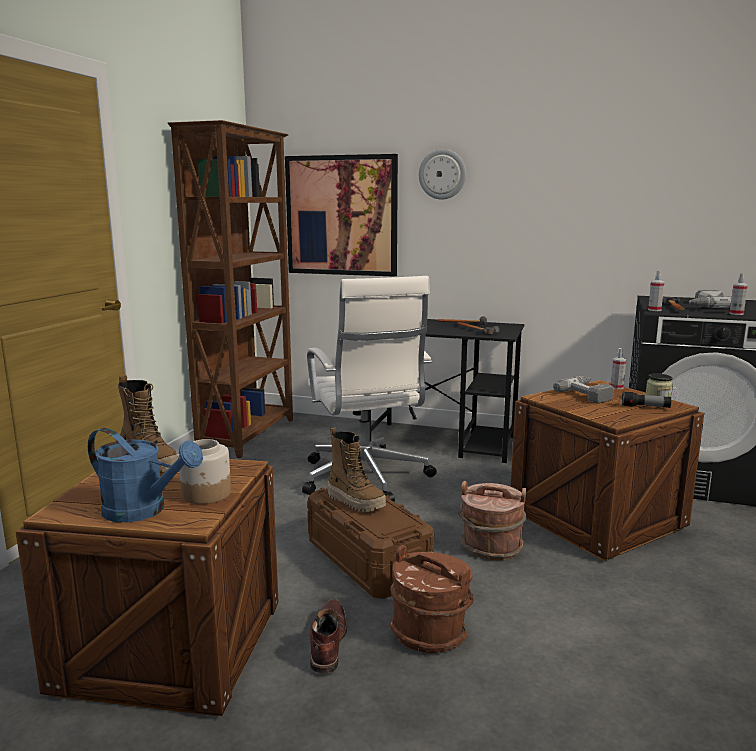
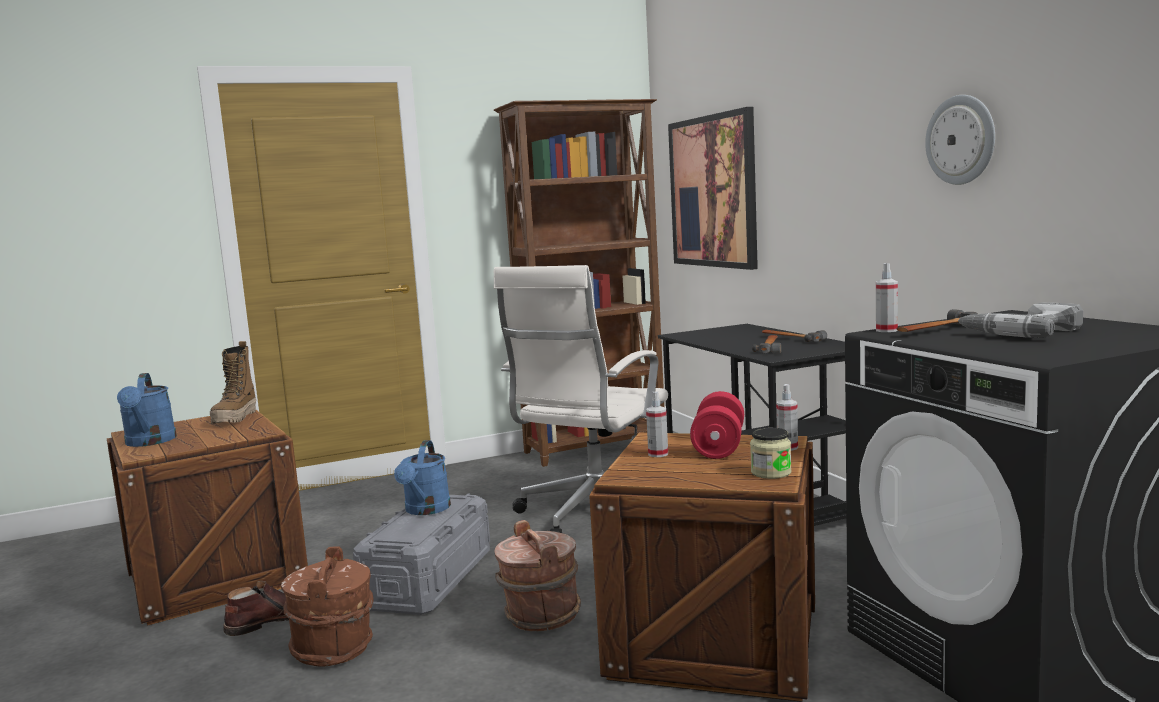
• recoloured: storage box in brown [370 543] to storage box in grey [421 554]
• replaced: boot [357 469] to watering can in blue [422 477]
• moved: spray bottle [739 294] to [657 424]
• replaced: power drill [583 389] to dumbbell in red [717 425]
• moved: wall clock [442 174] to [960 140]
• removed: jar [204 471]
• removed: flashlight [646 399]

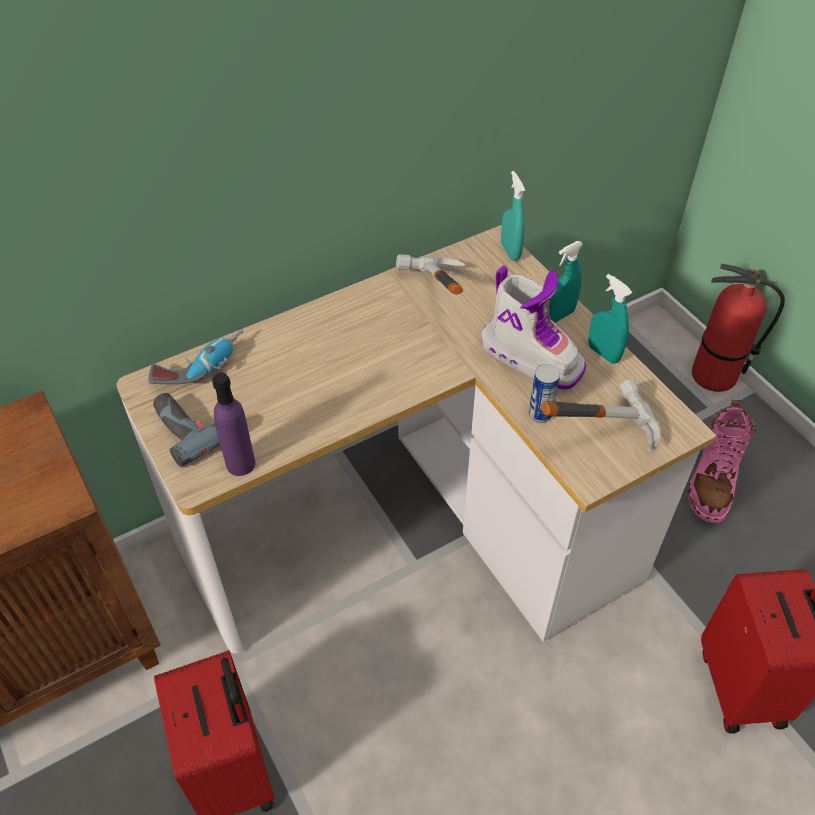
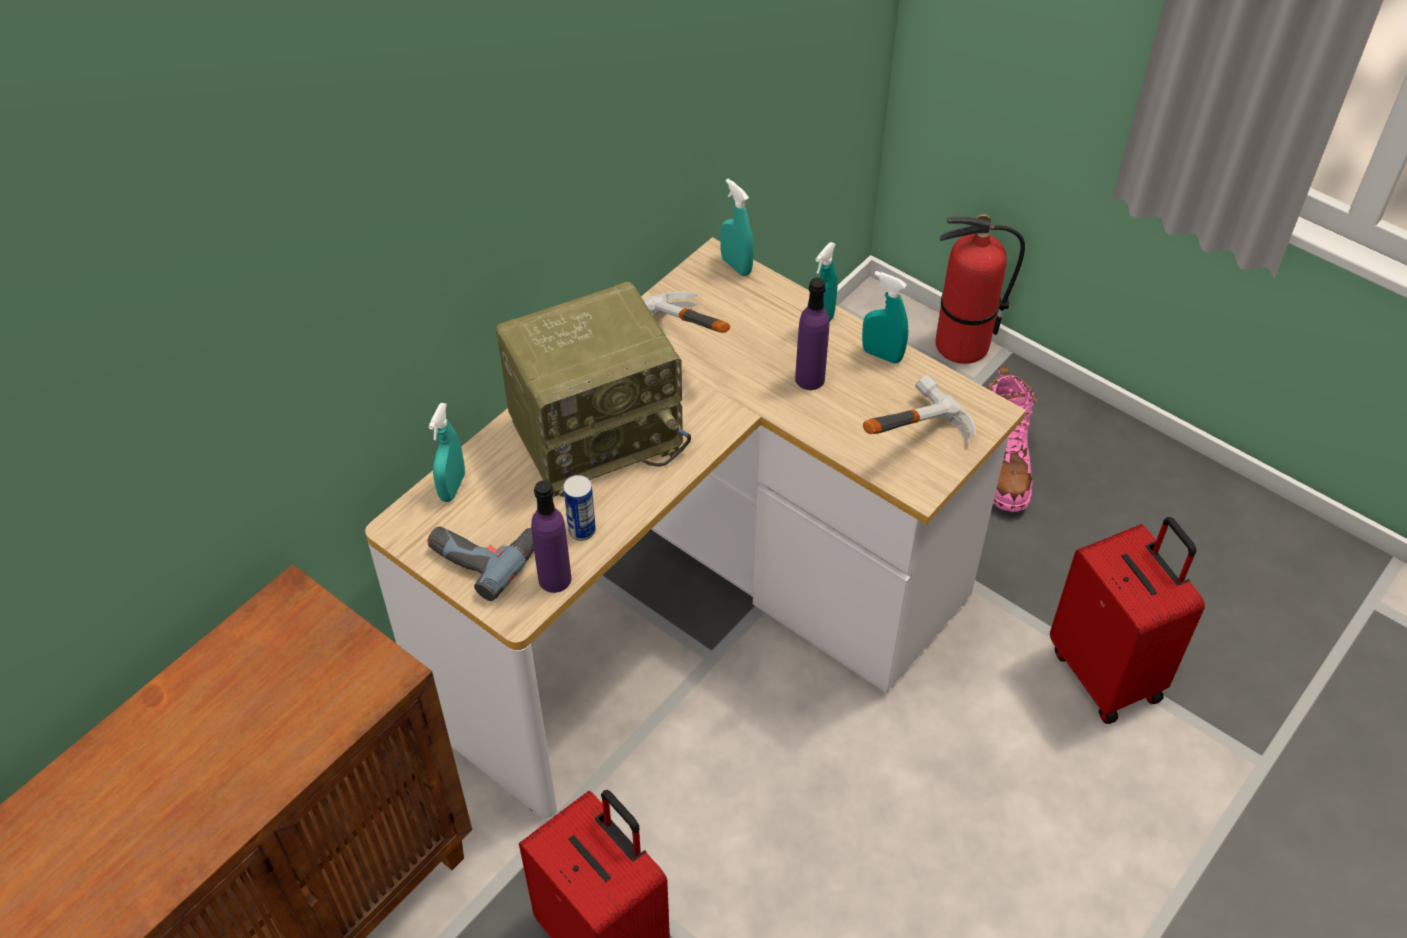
• replaced: power drill [195 356] to spray bottle in turquoise [446 452]
• added: radio [593 389]
• moved: can [544 393] to [579 508]
• replaced: boot [533 328] to bottle in purple [812 334]

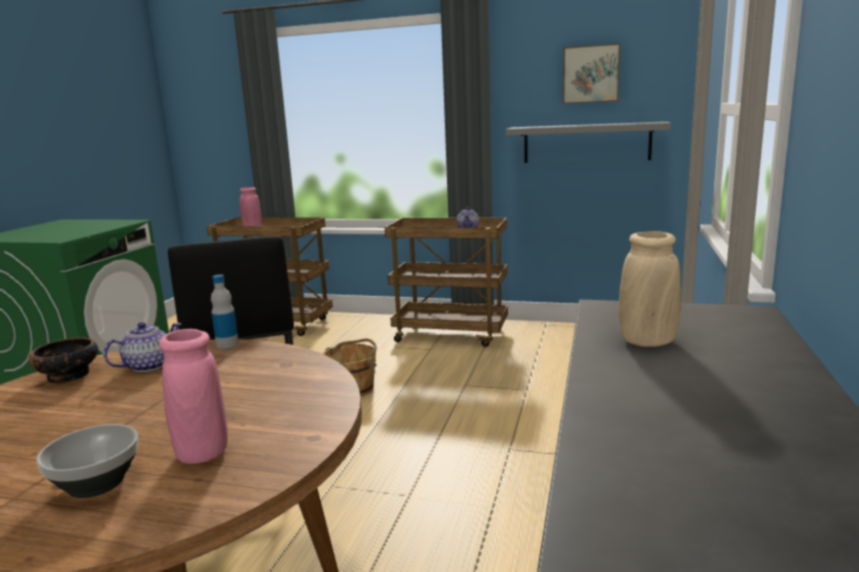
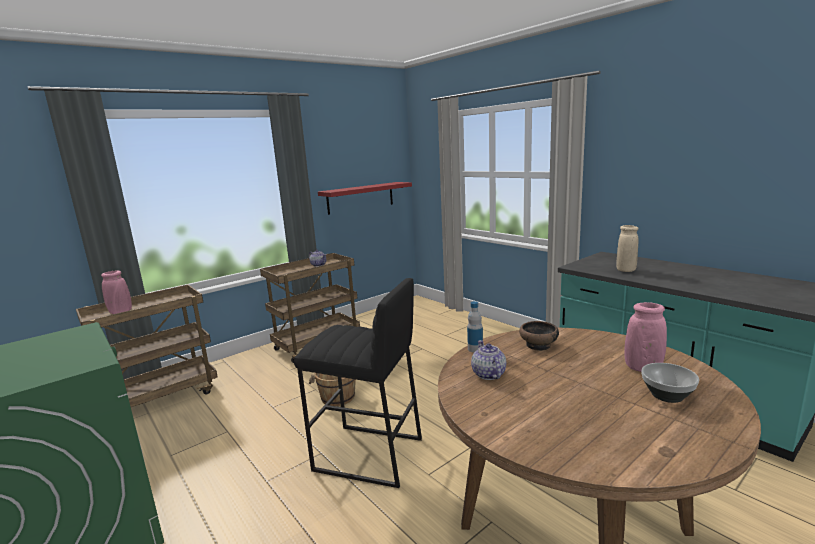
• recoloured: shelf in grey [588 142] to shelf in red [365 198]
• moved: bowl [63 360] to [539 336]
• removed: picture [591 73]

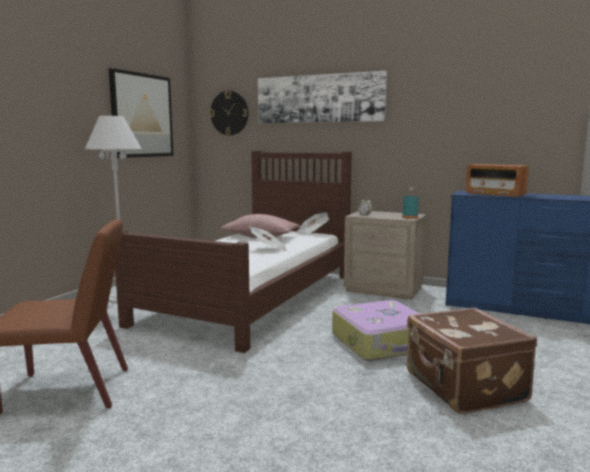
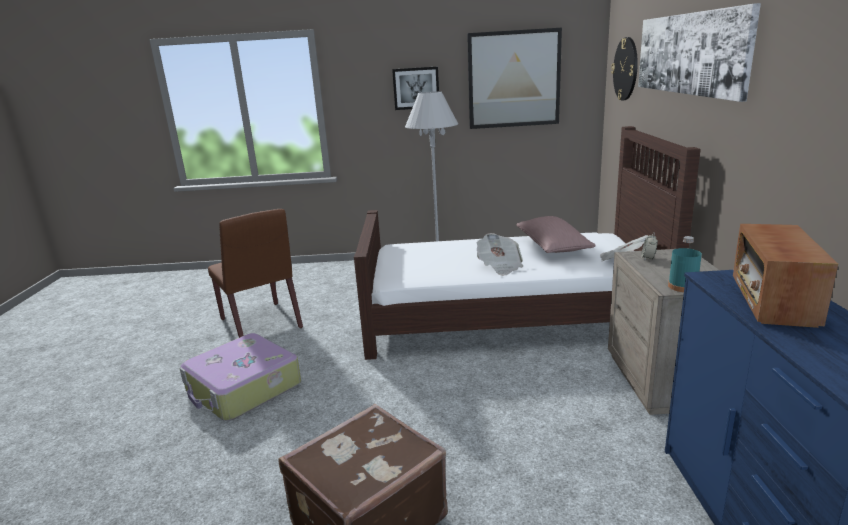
• moved: suitcase [376 330] to [240 377]
• added: picture [415 88]

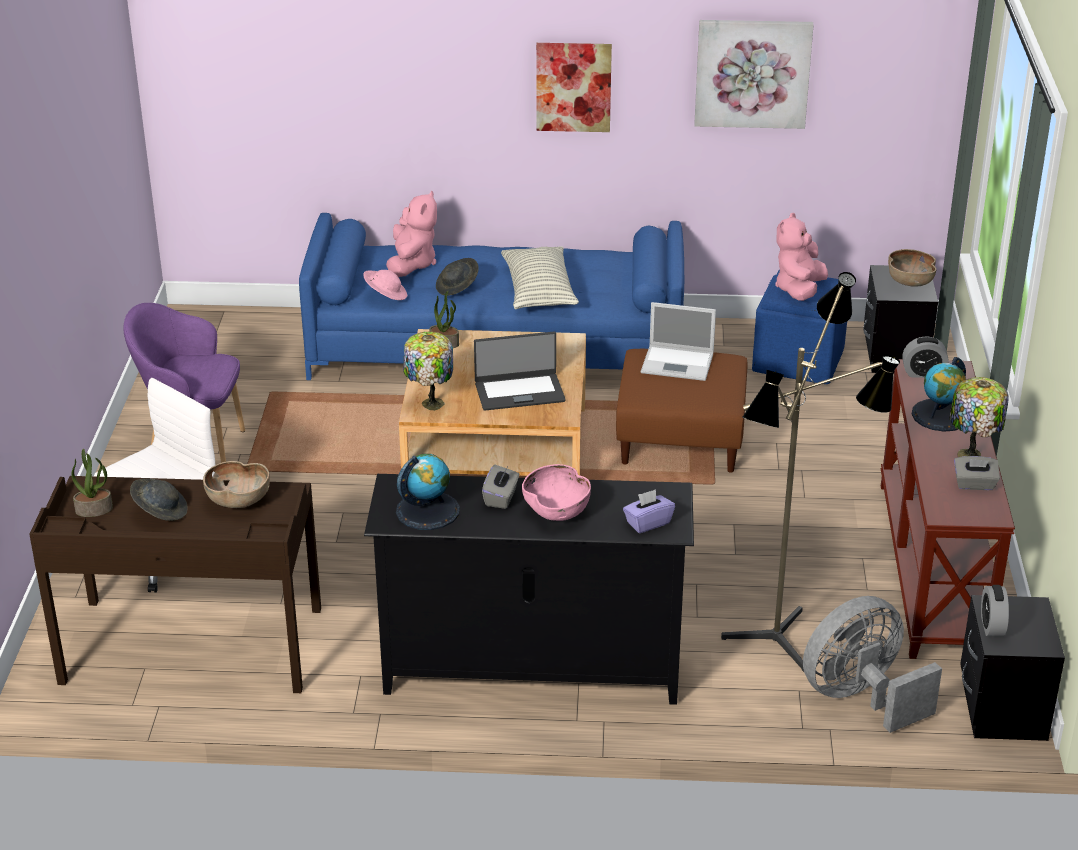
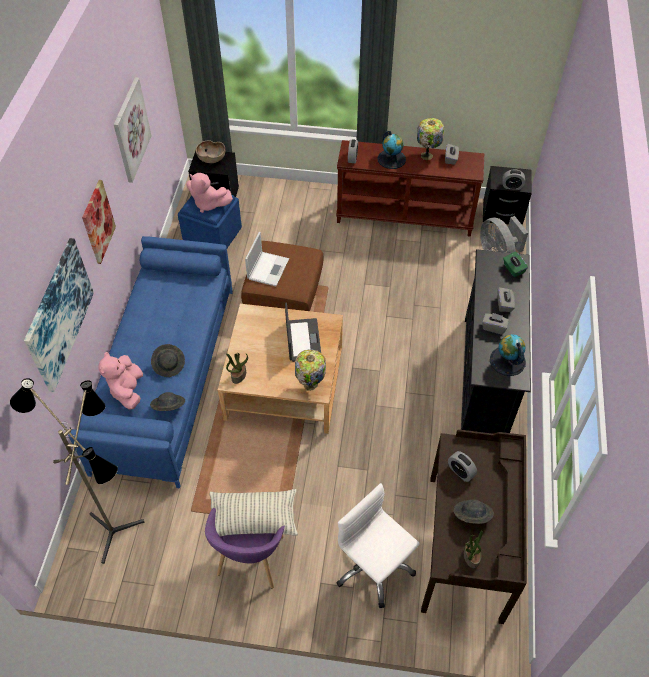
• moved: floor lamp [810 472] to [77 471]
• added: picture [59 315]
• turned: plush toy in pink [411 234] = [120 381] 105 degrees counterclockwise
• recoloured: hat in pink [385 285] to hat in grey [167 401]
• moved: pillow [540 277] to [254 512]
• replaced: bowl in brown [236 484] to alarm clock [462 466]
• replaced: bowl in pink [556 492] to tissue box in grey [506 299]
• recoloured: tissue box in purple [649 511] to tissue box in green [515 264]

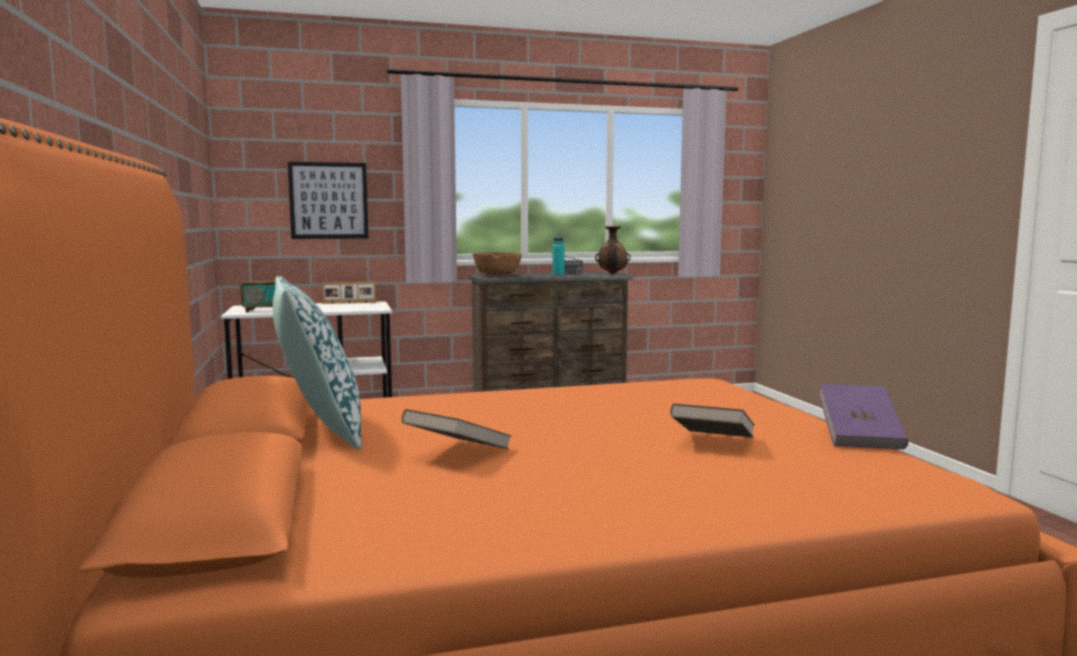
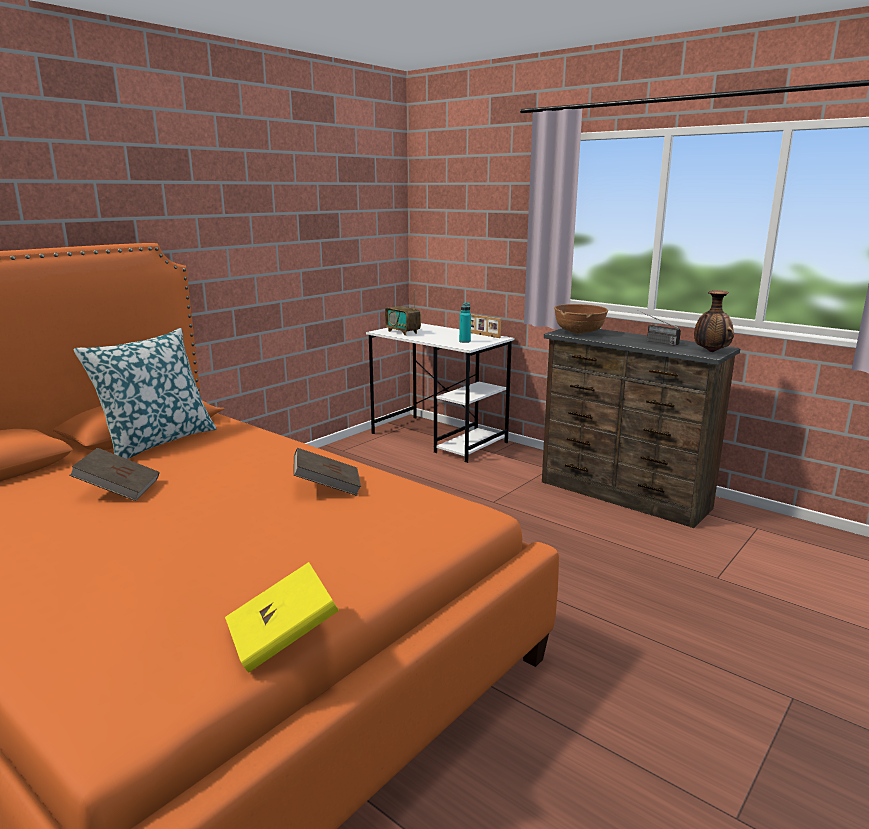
• recoloured: book in purple [863 416] to book in yellow [282 617]
• moved: book in brown [712 421] to [327 472]
• moved: bottle in turquoise [558 255] to [465 323]
• removed: picture [328 200]

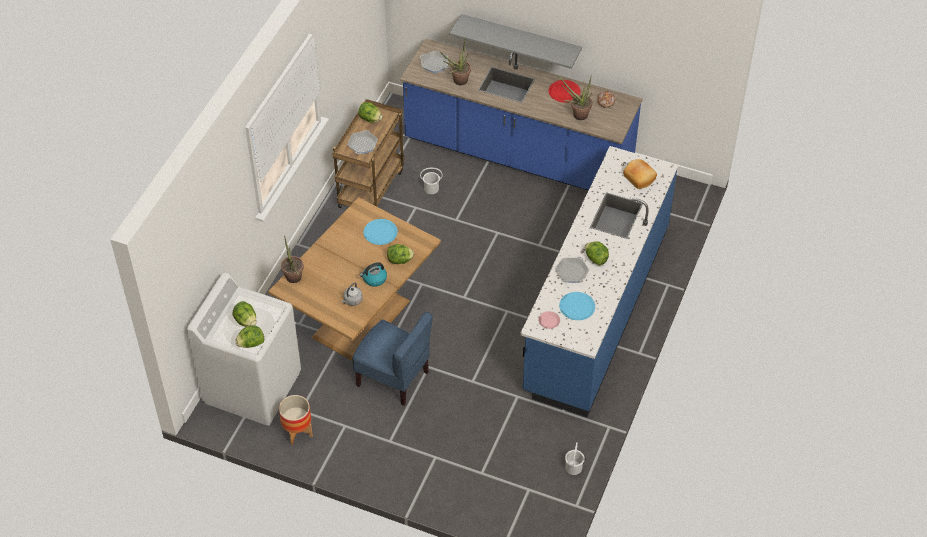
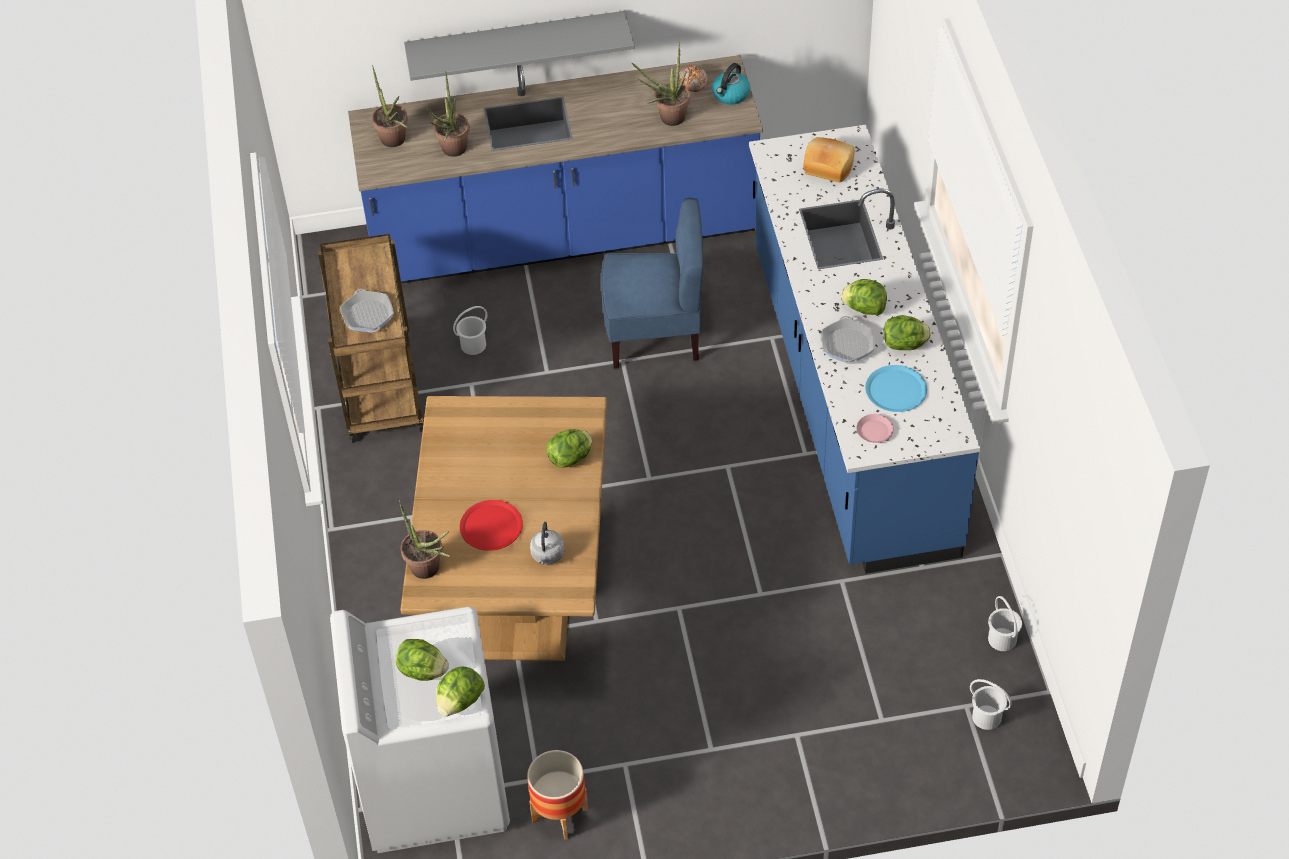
• replaced: frying pan [435 62] to potted plant [390 106]
• moved: plate in red [565 91] to [491 525]
• moved: chair in blue [392 359] to [652 283]
• moved: kettle [373 274] to [731 84]
• moved: lettuce [370 112] to [907 332]
• added: bucket in white [991 704]
• removed: plate in blue [380 232]

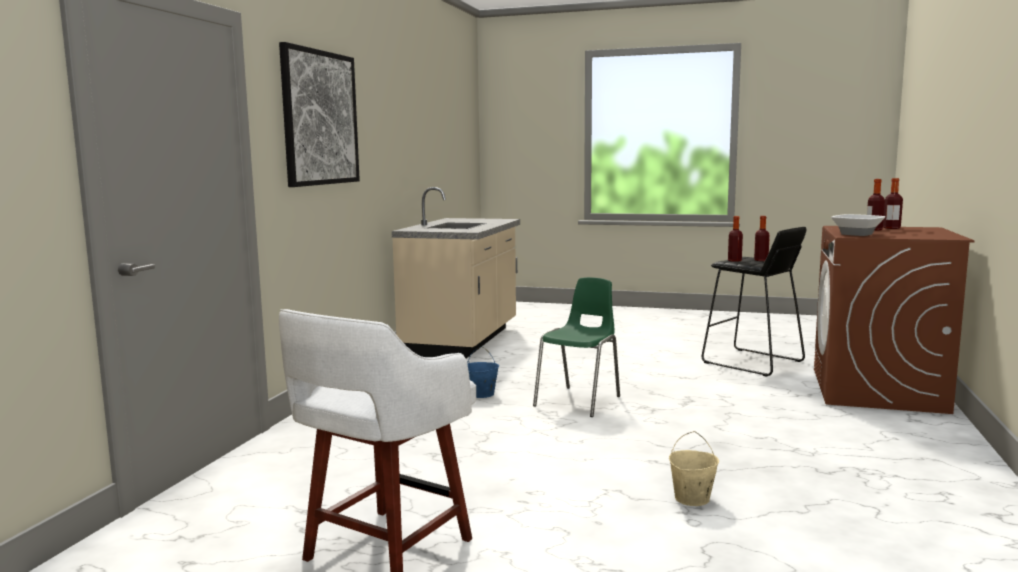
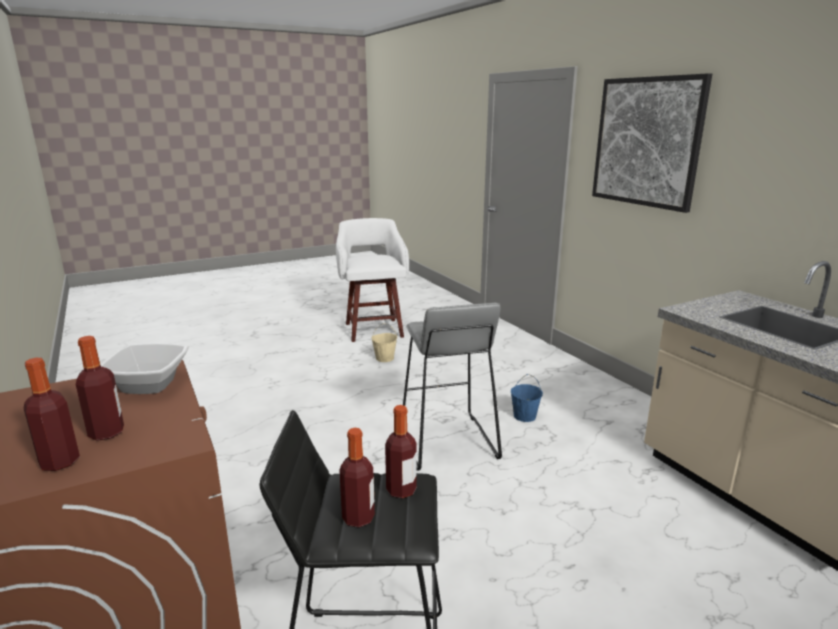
• moved: bucket in beige [694 468] to [384 342]
• replaced: chair in green [576 347] to stool in grey [452 387]

